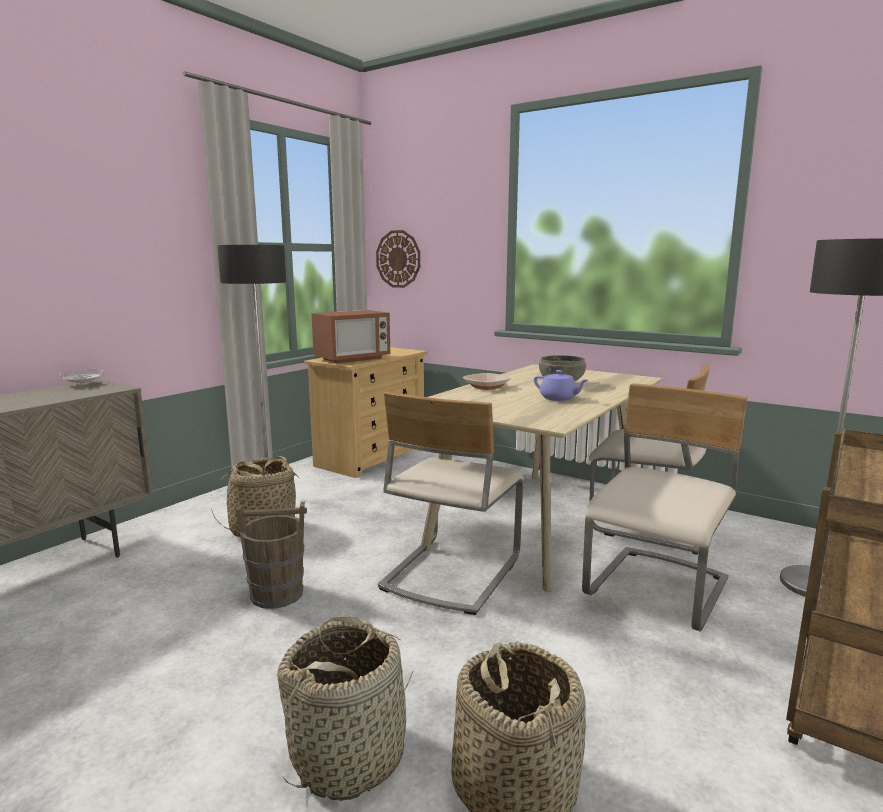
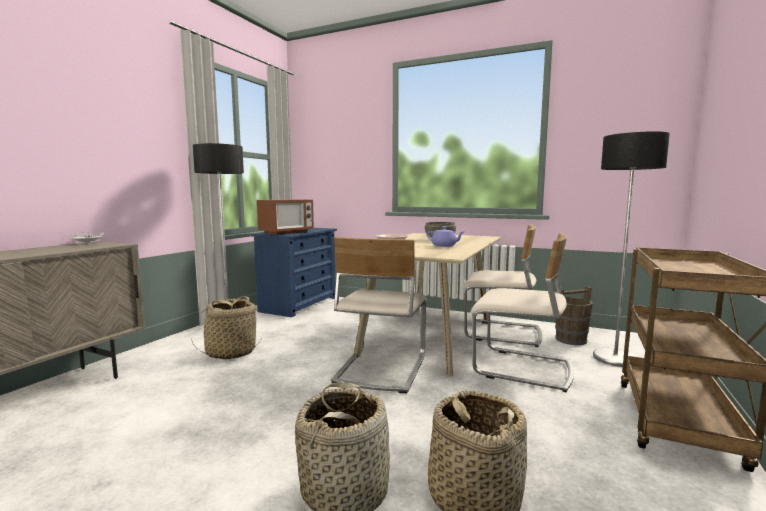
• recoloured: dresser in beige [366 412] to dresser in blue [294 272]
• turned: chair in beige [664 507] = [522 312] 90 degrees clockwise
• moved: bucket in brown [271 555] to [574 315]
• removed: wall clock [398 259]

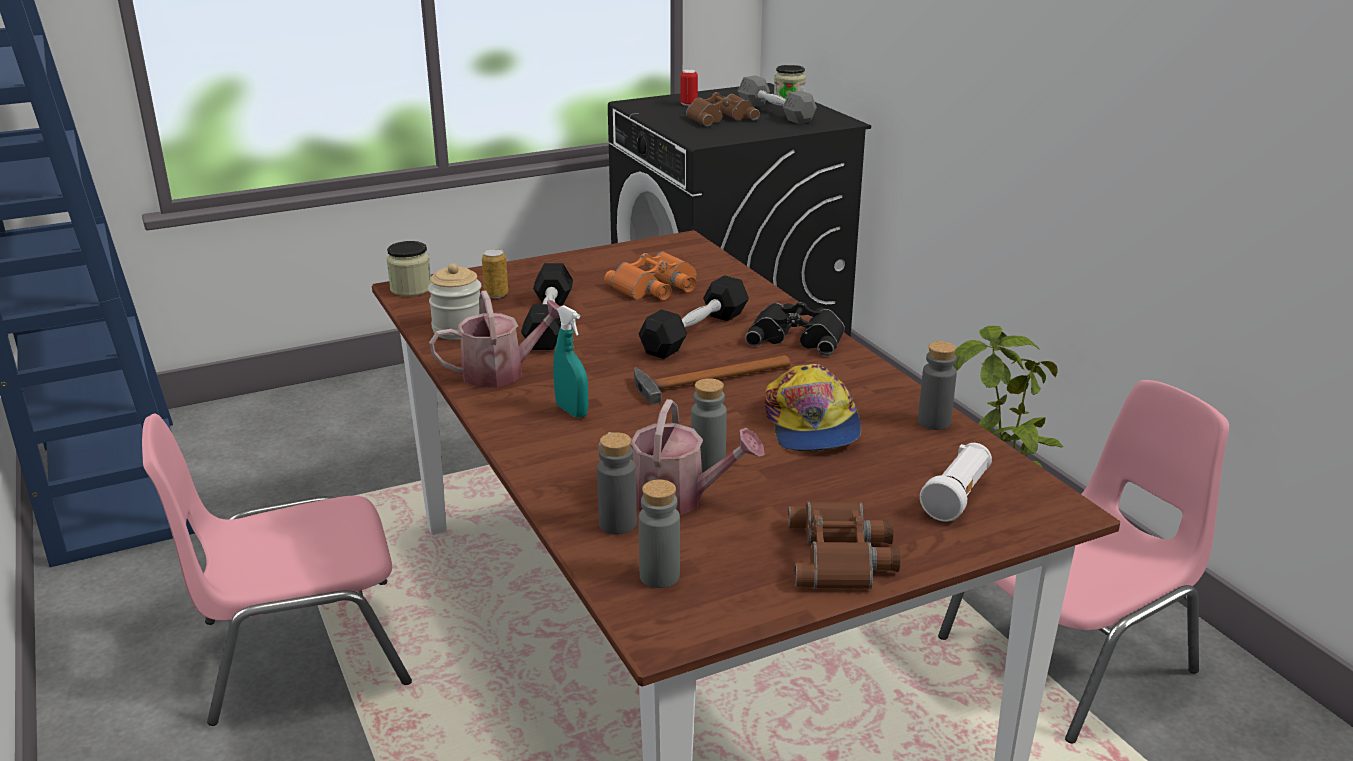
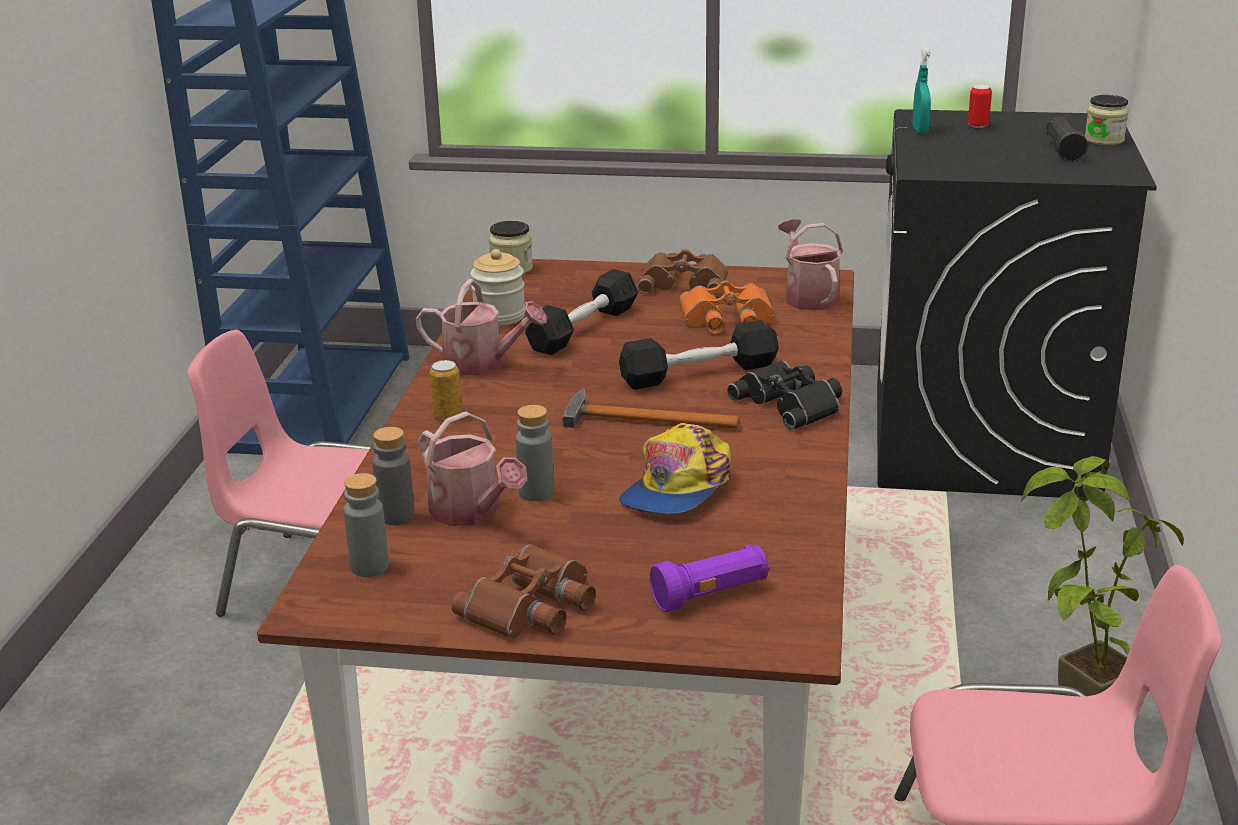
• moved: can [495 273] to [445 390]
• moved: binoculars in brown [723 109] to [682 273]
• recoloured: flashlight in white [956 482] to flashlight in purple [710 578]
• added: watering can [810 265]
• moved: spray bottle in turquoise [570 361] to [921 90]
• replaced: dumbbell in grey [777 99] to flashlight in black [1067 139]
• removed: bottle in grey [937 385]

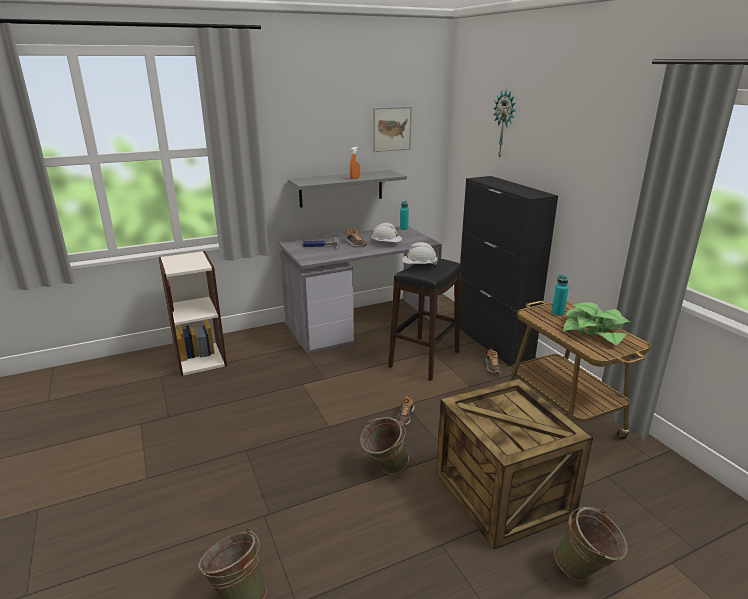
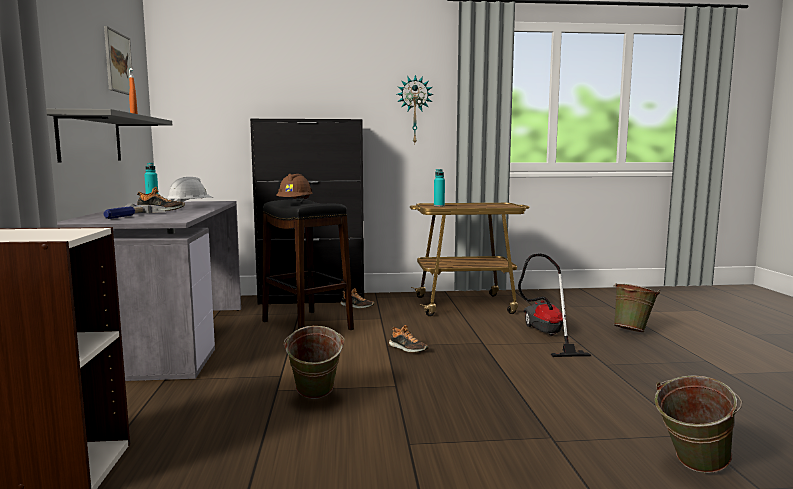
• recoloured: hard hat in white [420 253] to hard hat in brown [294 188]
• moved: bucket in green [384 445] to [314 362]
• moved: wall clock [504 125] to [415 108]
• replaced: crate [514 463] to vacuum cleaner [554 305]
• removed: potted plant [596 323]

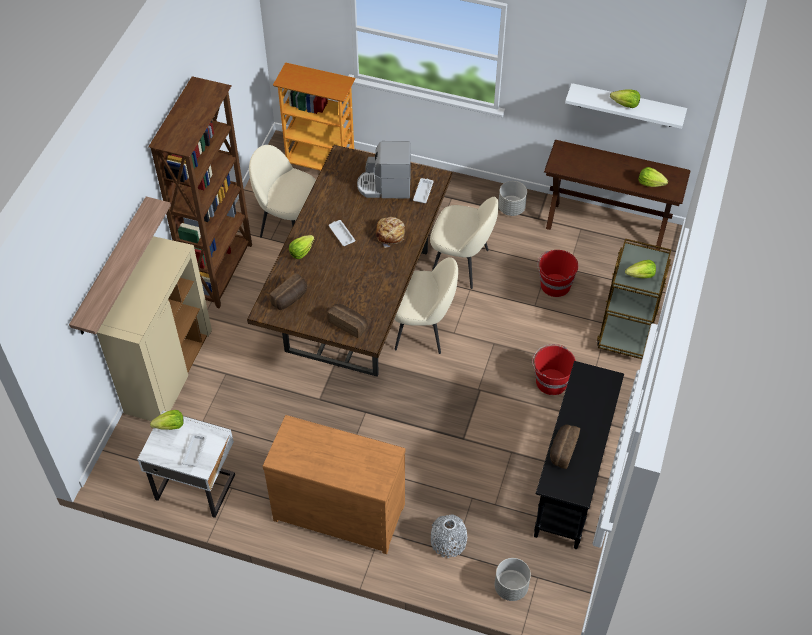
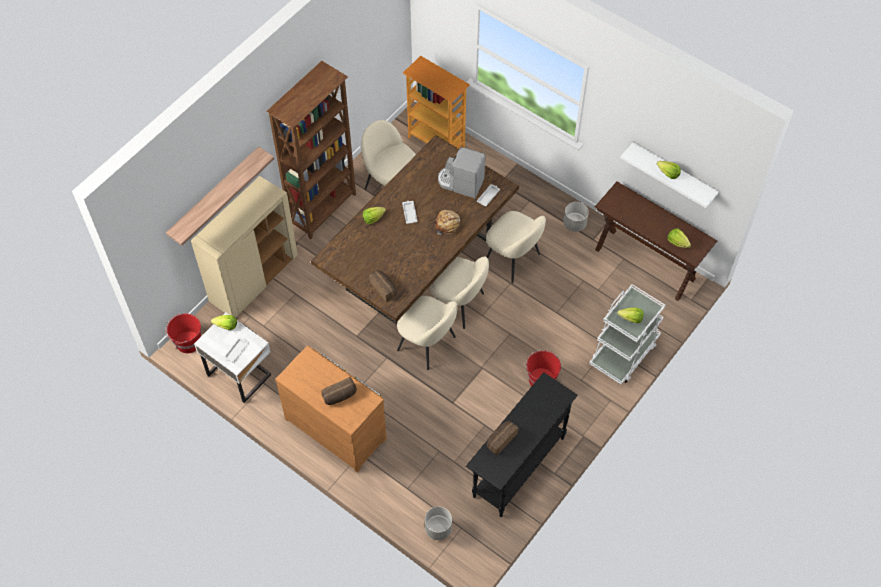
• moved: bucket in red [557 273] to [183 333]
• moved: bread [288 291] to [339 391]
• added: chair in beige [427 333]
• recoloured: cart in brown [634 299] to cart in white [627 334]
• removed: vase in grey [449 536]

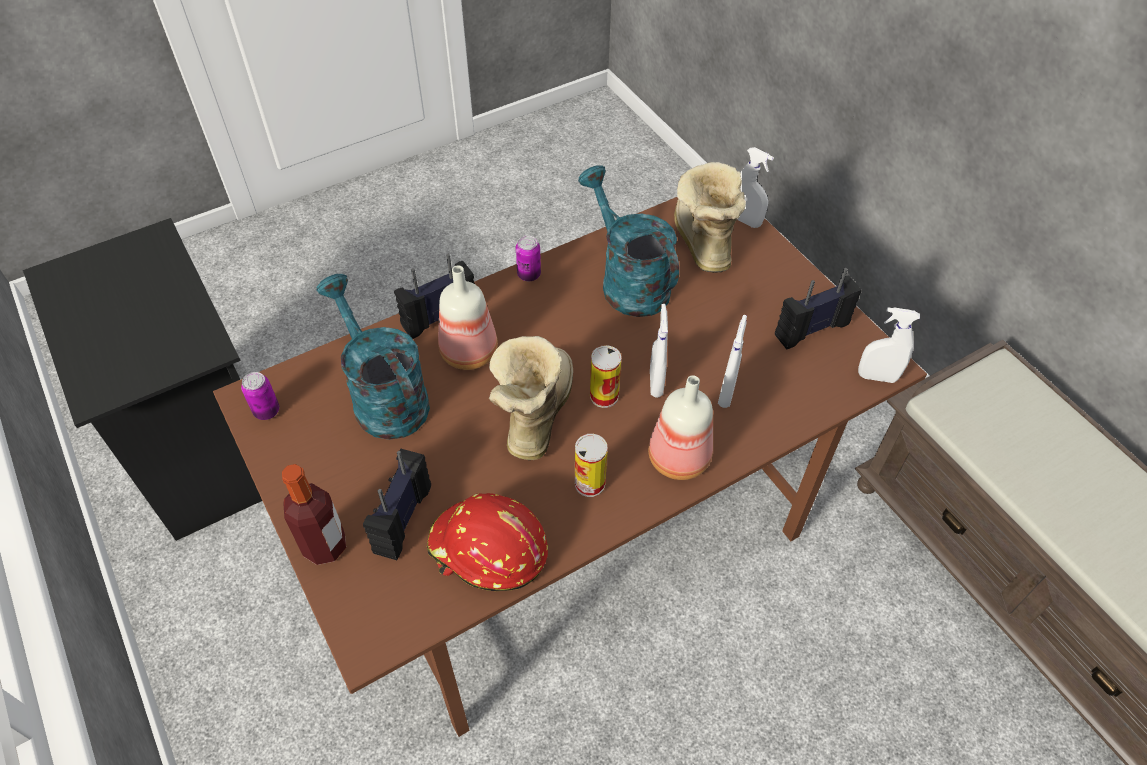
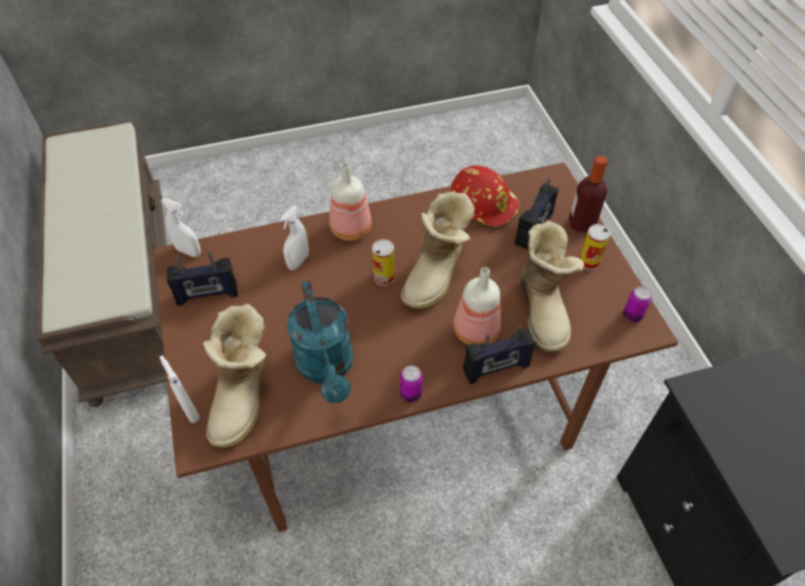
• replaced: watering can in turquoise [373 357] to boot [552 286]
• moved: can [591 465] to [594 247]
• removed: spray bottle in white [659 351]

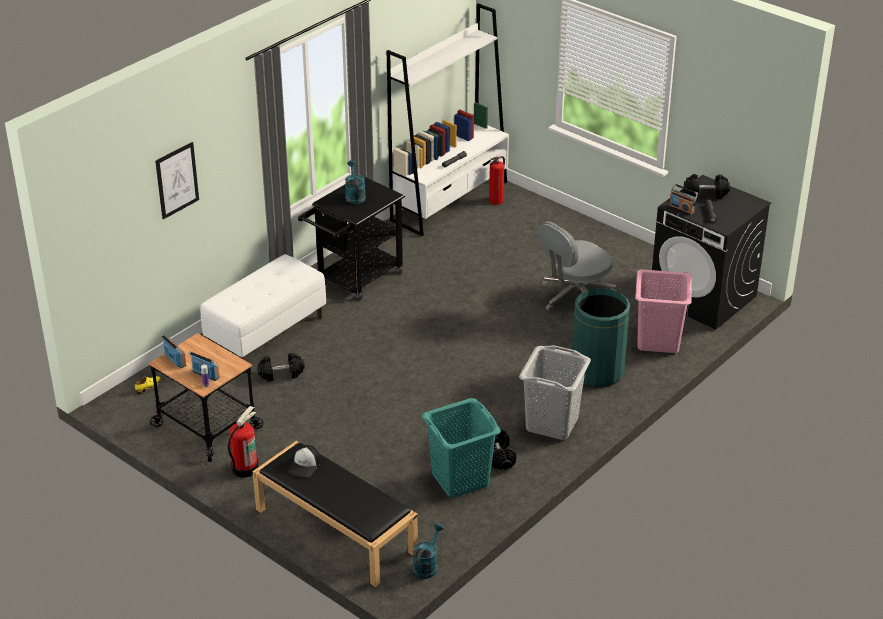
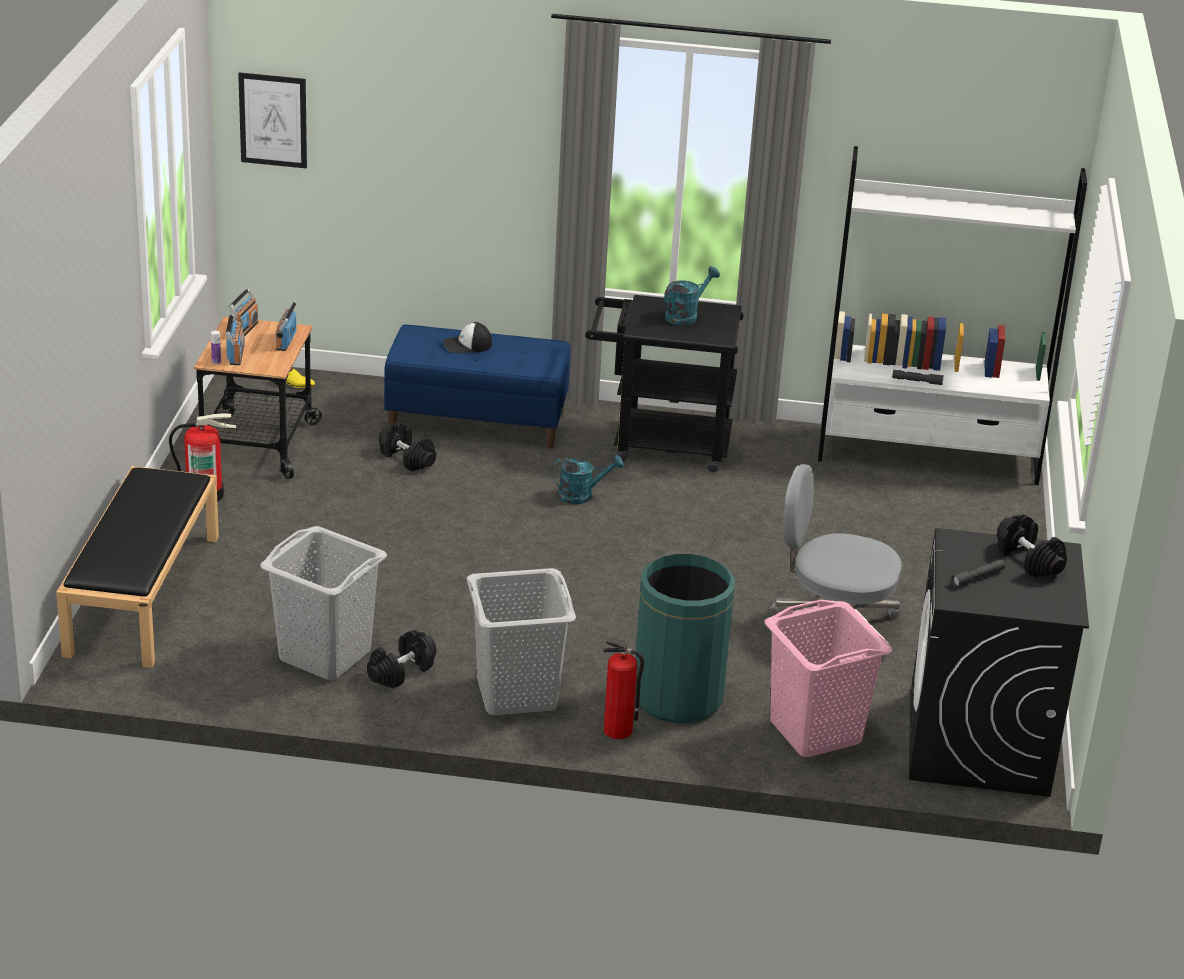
• moved: picture [177 180] to [272 120]
• recoloured: laundry basket in turquoise [461 448] to laundry basket in grey [323 603]
• moved: radio [683 199] to [286 326]
• recoloured: bench in white [263 307] to bench in blue [477 387]
• moved: cap [304 461] to [467 337]
• moved: watering can in turquoise [428 551] to [587 479]
• moved: fire extinguisher [497 180] to [624 689]

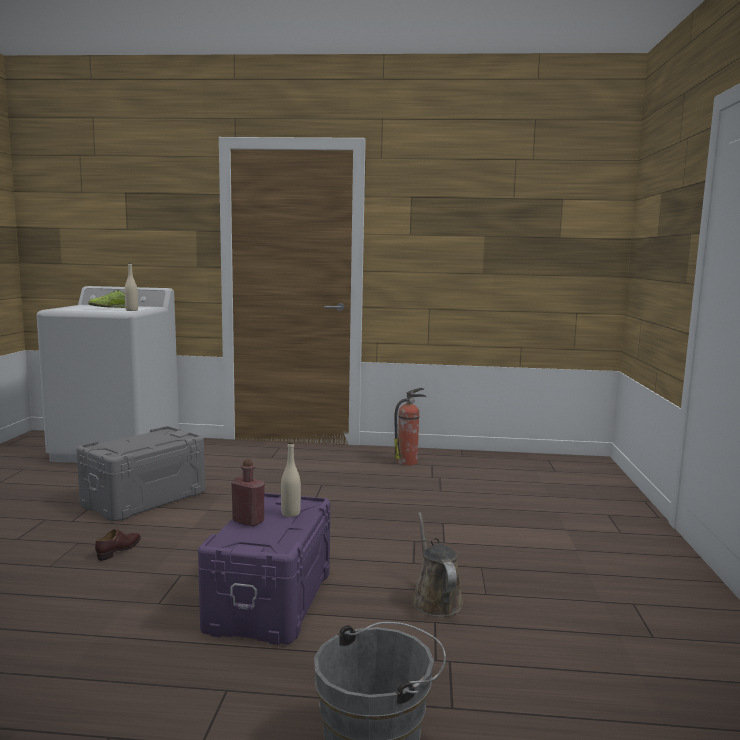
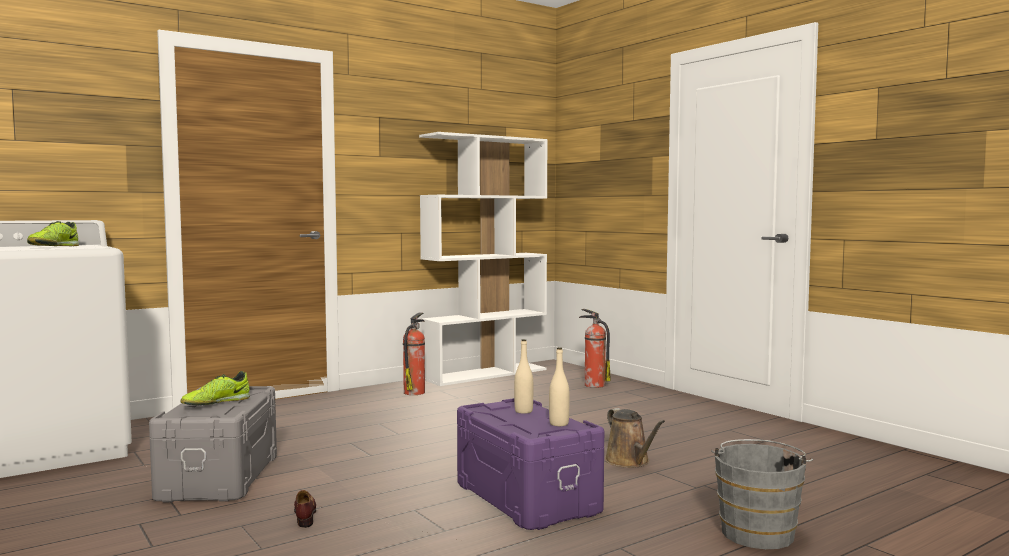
• added: shoe [215 388]
• added: bookcase in white [483 259]
• moved: bottle in beige [131 287] to [559 386]
• added: fire extinguisher [595 348]
• turned: watering can in brown [437 564] = [635 438] 150 degrees counterclockwise
• removed: bottle in red [248 493]

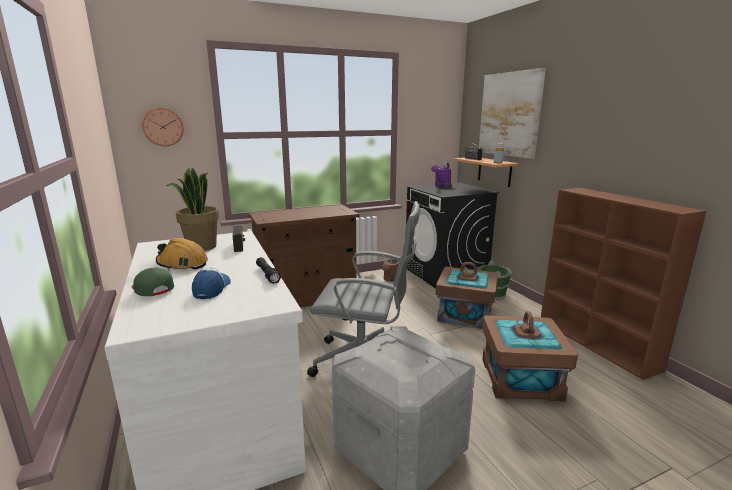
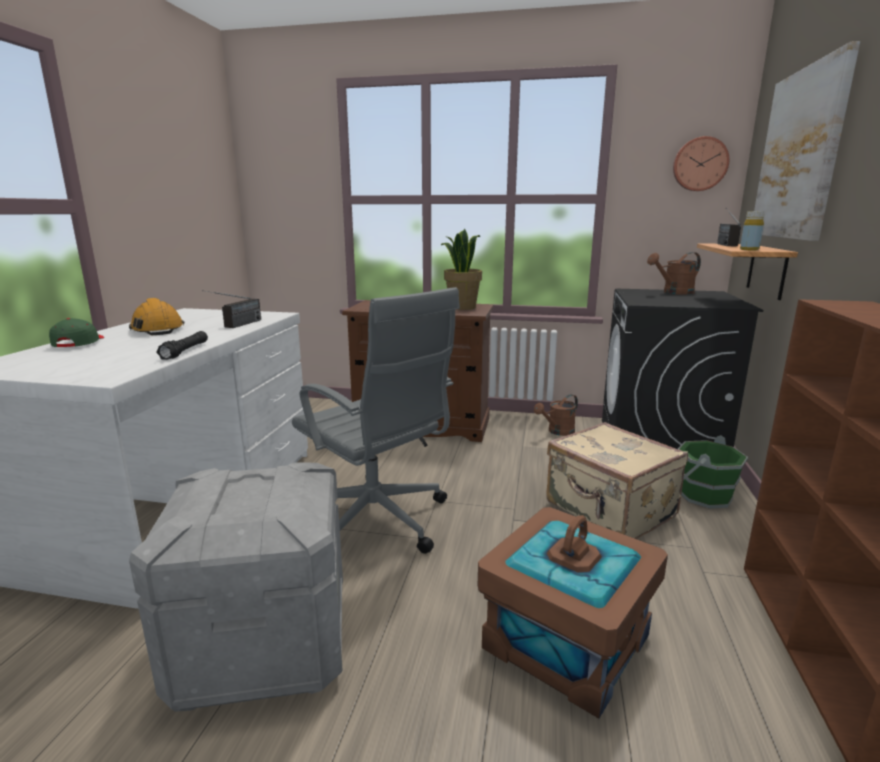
• moved: potted plant [193 209] to [461 269]
• replaced: storage box in brown [467 295] to suitcase in beige [617 480]
• recoloured: watering can in purple [441 174] to watering can in brown [674 273]
• moved: wall clock [163 126] to [701 163]
• removed: cap [211 283]

